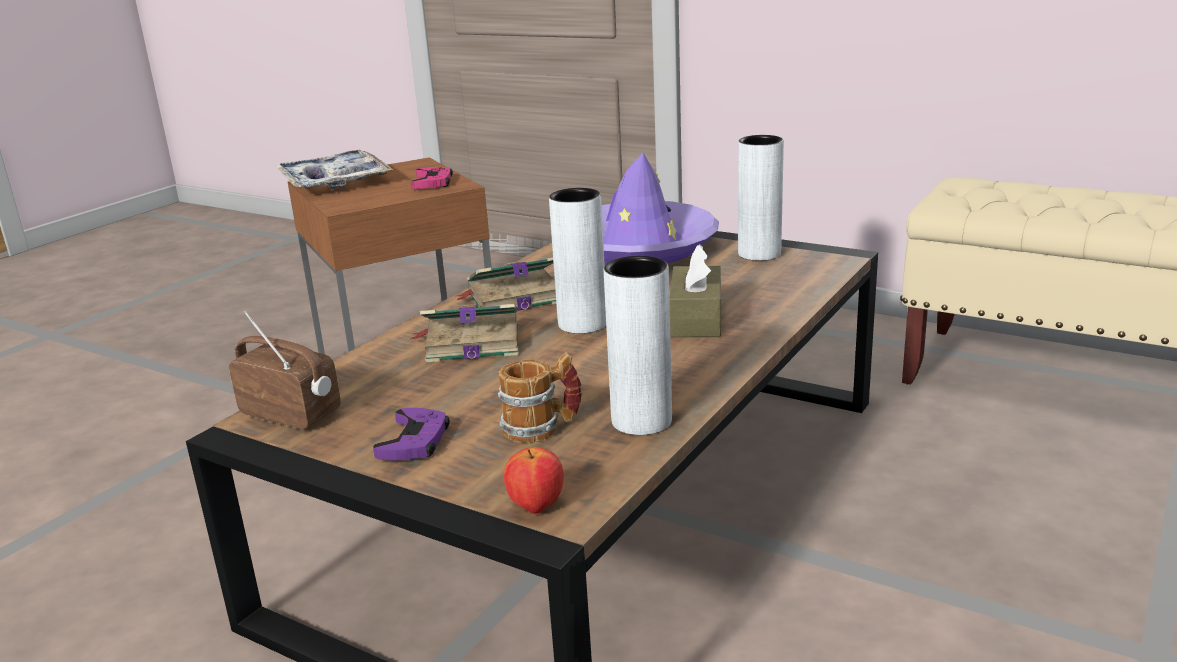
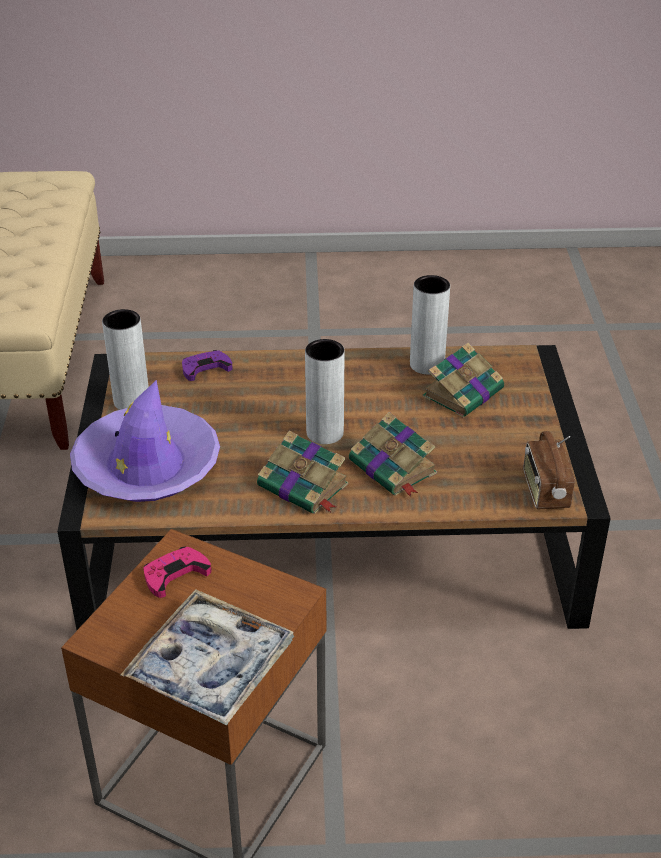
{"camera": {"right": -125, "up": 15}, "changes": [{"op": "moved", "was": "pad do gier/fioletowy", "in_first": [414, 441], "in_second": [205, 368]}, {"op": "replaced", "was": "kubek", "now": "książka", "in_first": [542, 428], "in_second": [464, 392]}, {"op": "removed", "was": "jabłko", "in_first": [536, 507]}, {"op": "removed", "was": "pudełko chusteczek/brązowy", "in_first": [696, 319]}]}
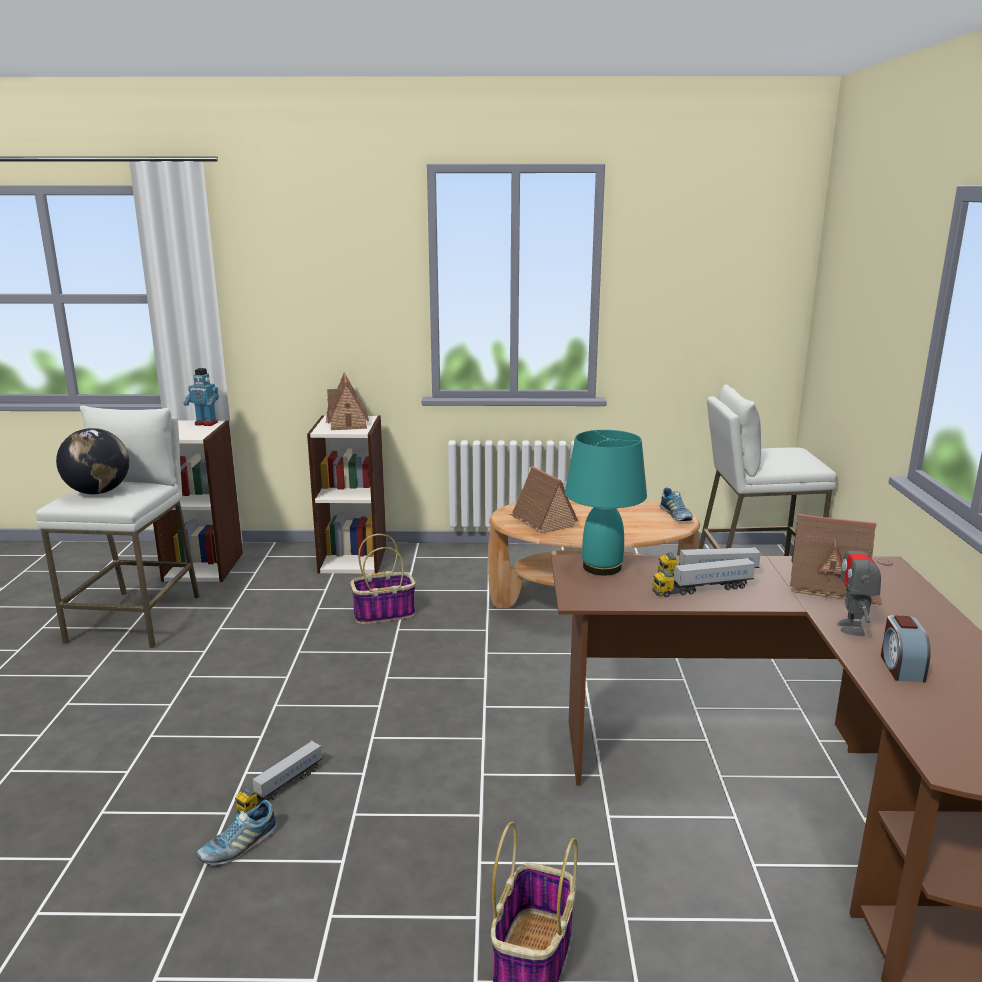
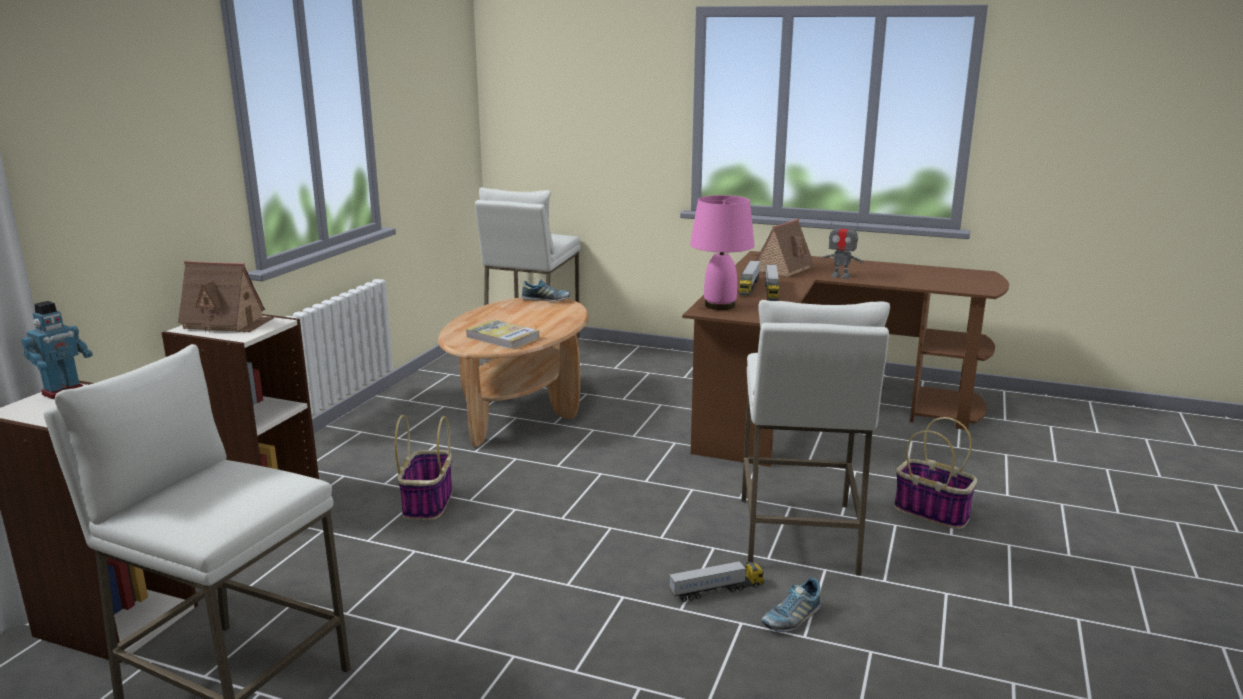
{"camera": {"right": -70, "up": 0}, "changes": [{"op": "removed", "was": "globus", "in_first": [98, 492]}, {"op": "turned", "was": "but", "in_first": [238, 846], "in_second": [791, 618], "clockwise": 75}, {"op": "turned", "was": "ciężarówka zabawkowa", "in_first": [281, 788], "in_second": [716, 591], "clockwise": -75}, {"op": "replaced", "was": "domek", "now": "książka", "in_first": [542, 521], "in_second": [502, 338]}, {"op": "recoloured", "was": "lampa stołowa/turkusowy", "now": "lampa stołowa/różowy", "in_first": [603, 567], "in_second": [720, 305]}, {"op": "removed", "was": "budzik", "in_first": [901, 667]}, {"op": "added", "now": "stołek/biały", "in_second": [798, 535]}]}
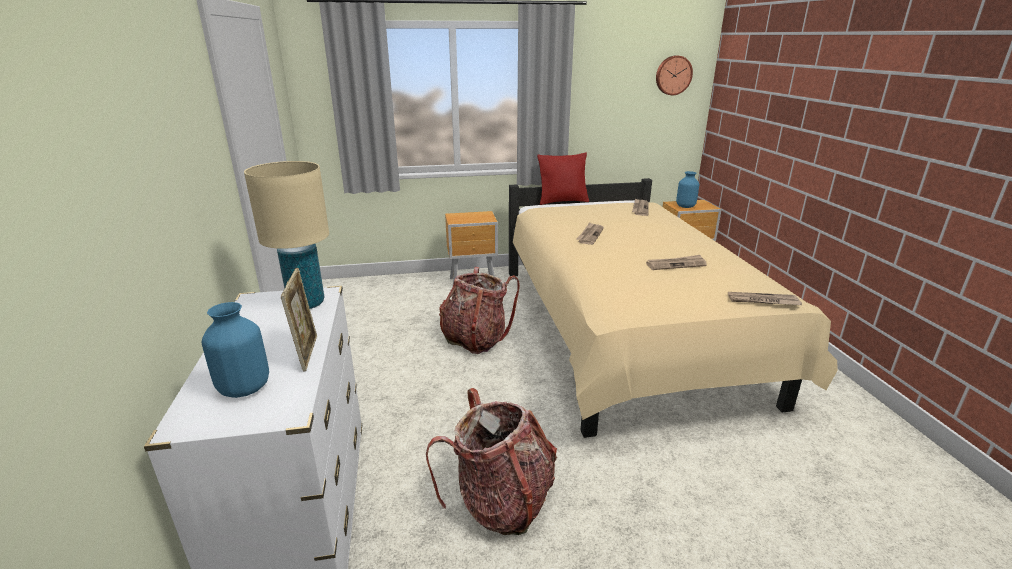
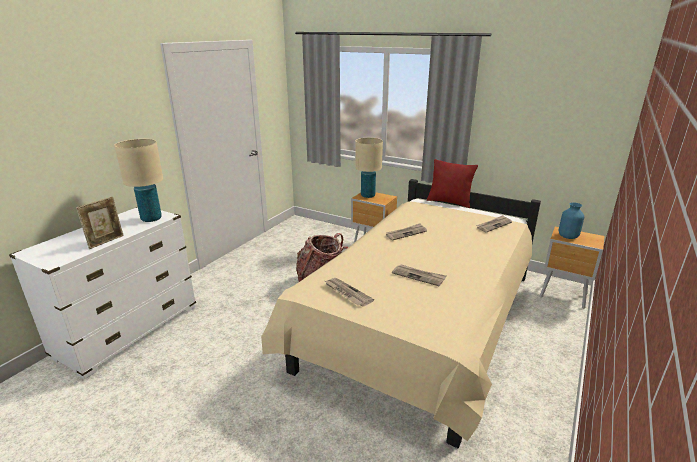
{"camera": {"right": 40, "up": 0}, "changes": [{"op": "removed", "was": "wazon/niebieski", "in_first": [245, 388]}, {"op": "removed", "was": "plecak", "in_first": [501, 502]}, {"op": "removed", "was": "zegar ścienny", "in_first": [673, 75]}, {"op": "moved", "was": "gazeta", "in_first": [762, 301], "in_second": [347, 293]}, {"op": "added", "now": "lampa stołowa/beżowy", "in_second": [368, 195]}]}
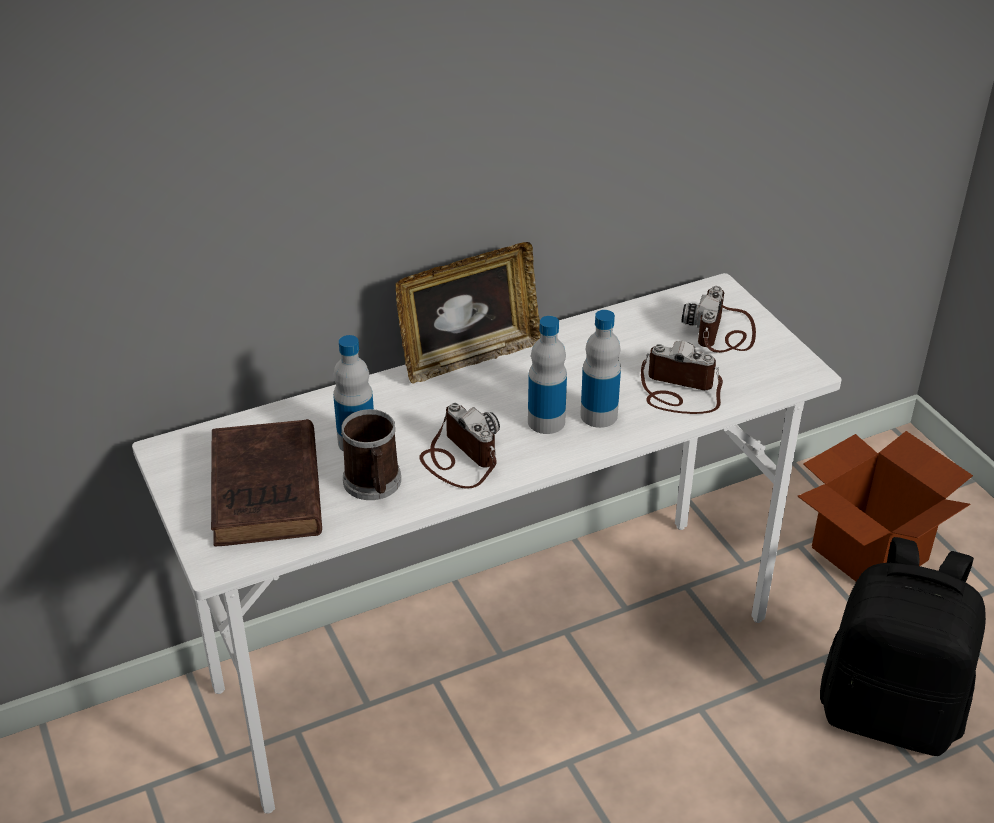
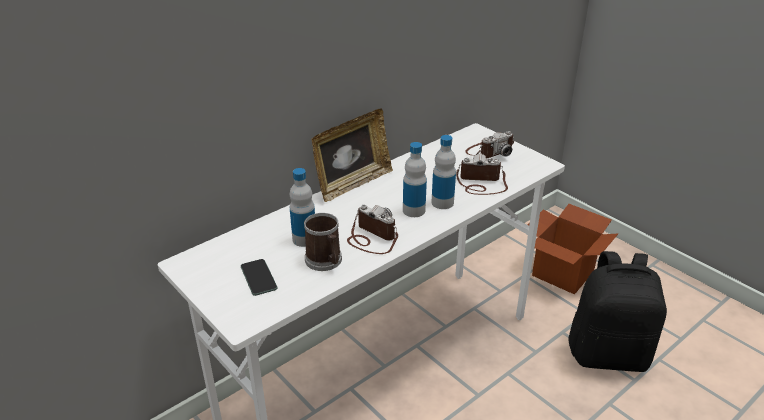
{"camera": {"right": -15, "up": -5}, "changes": [{"op": "replaced", "was": "książka/brązowy", "now": "telefon", "in_first": [266, 493], "in_second": [258, 277]}, {"op": "turned", "was": "aparat fotograficzny", "in_first": [723, 332], "in_second": [489, 151], "clockwise": -120}]}
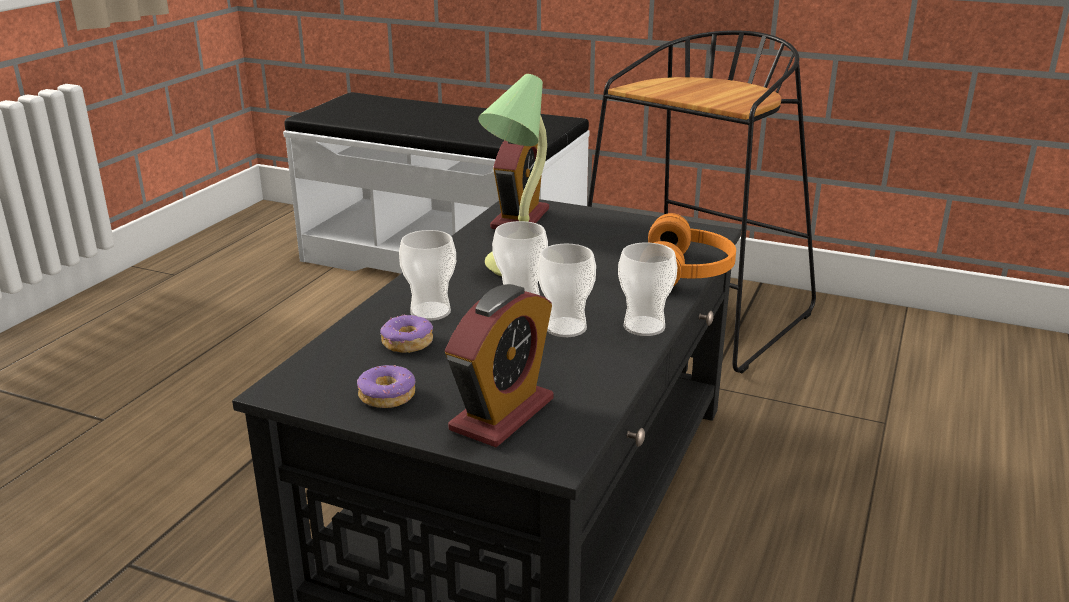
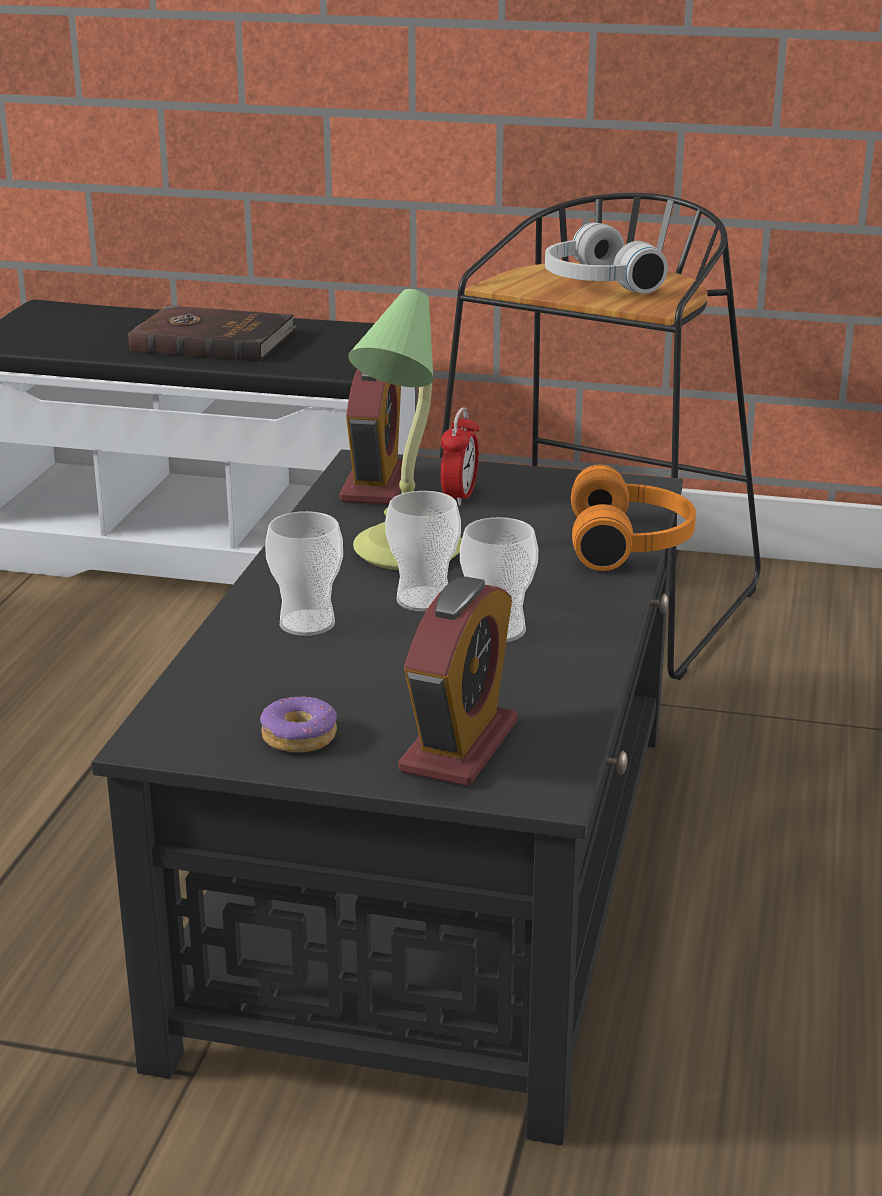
{"camera": {"right": -10, "up": 0}, "changes": [{"op": "removed", "was": "donut", "in_first": [407, 343]}, {"op": "removed", "was": "filiżanka", "in_first": [644, 326]}, {"op": "added", "now": "książka/brązowy", "in_second": [212, 340]}, {"op": "added", "now": "budzik", "in_second": [459, 496]}, {"op": "added", "now": "słuchawki/biały", "in_second": [594, 283]}]}
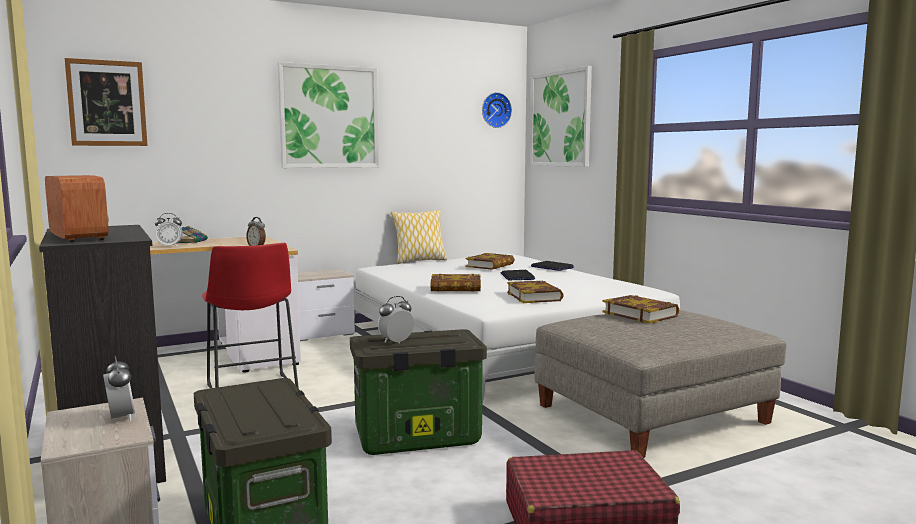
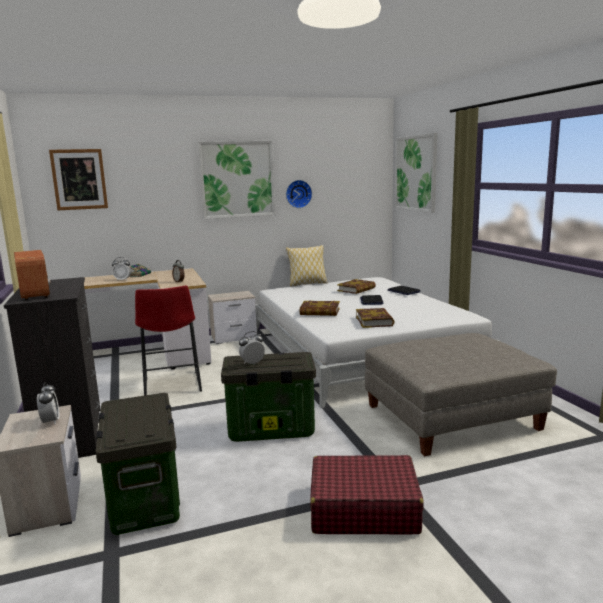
{"camera": {"right": 10, "up": 5}, "changes": [{"op": "moved", "was": "zegar ścienny", "in_first": [495, 110], "in_second": [298, 194]}, {"op": "removed", "was": "książka", "in_first": [640, 314]}]}
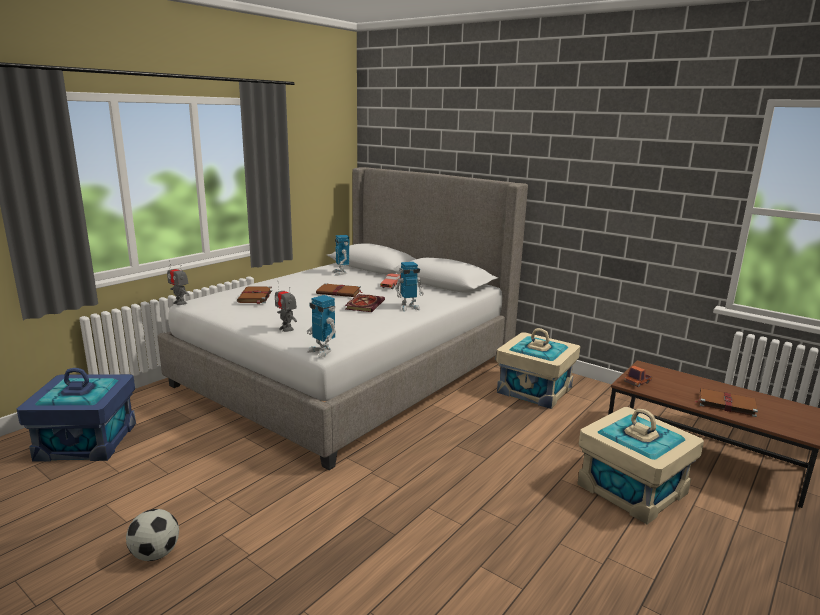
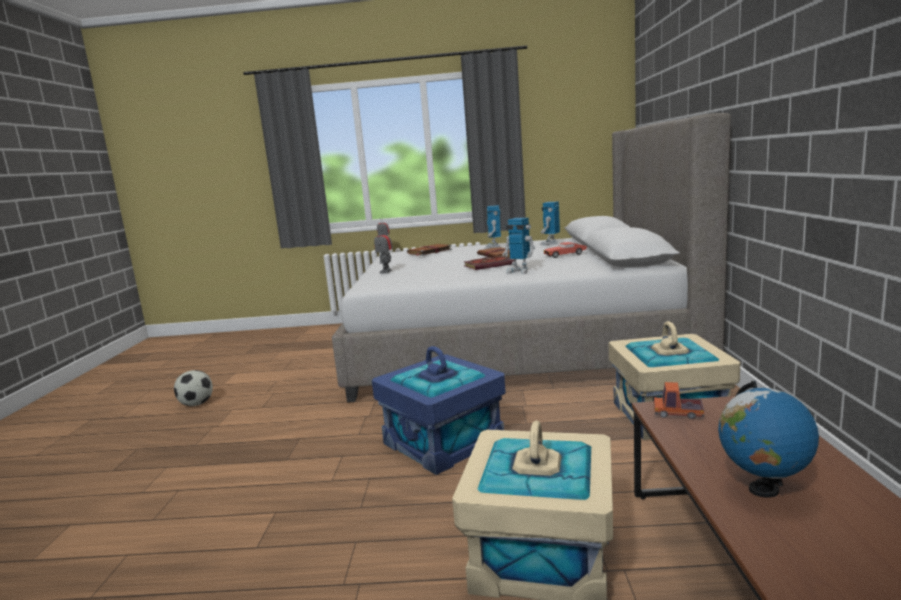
{"camera": {"right": 55, "up": -5}, "changes": [{"op": "moved", "was": "pojemnik do przechowywania/niebieski", "in_first": [87, 441], "in_second": [444, 442]}, {"op": "moved", "was": "robot zabawkowy", "in_first": [322, 351], "in_second": [493, 247]}, {"op": "replaced", "was": "książka/brązowy", "now": "globus", "in_first": [725, 404], "in_second": [763, 490]}]}
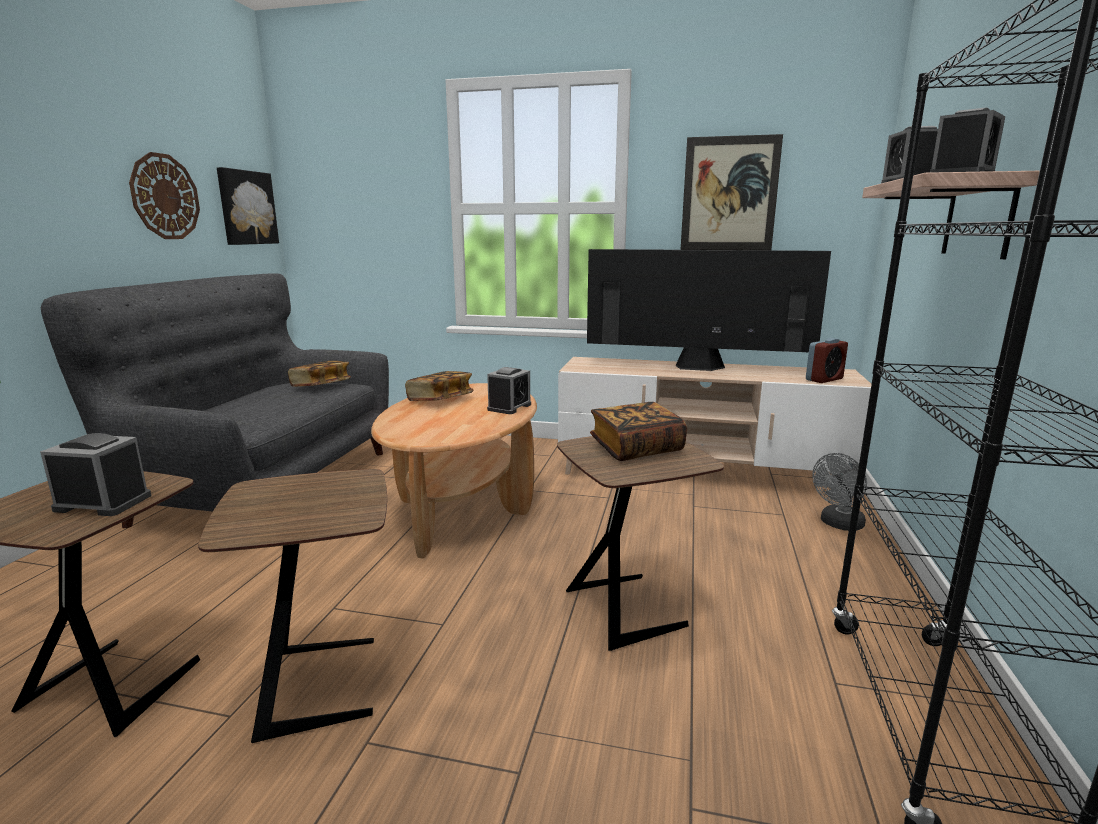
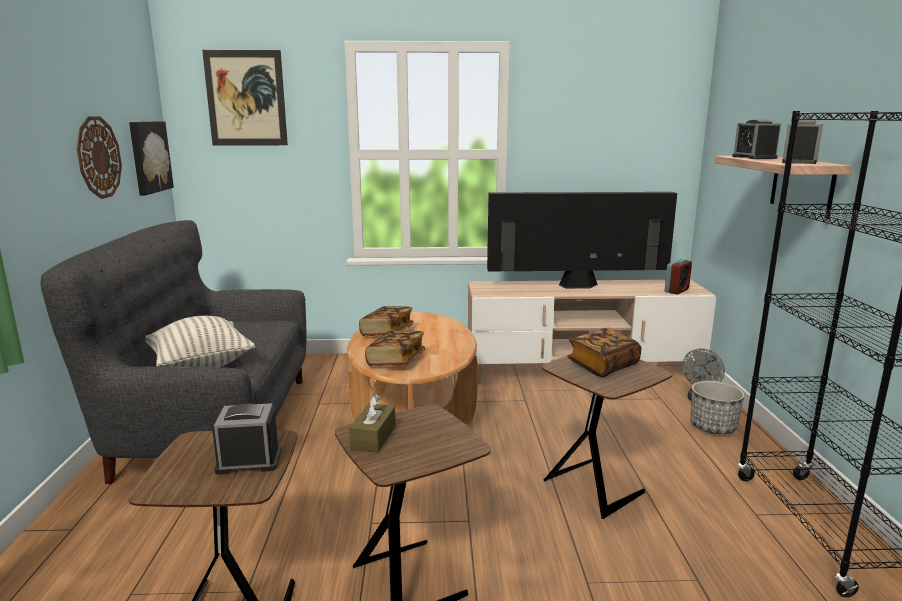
{"camera": {"right": -15, "up": 0}, "changes": [{"op": "moved", "was": "książka", "in_first": [321, 386], "in_second": [396, 361]}, {"op": "removed", "was": "budzik", "in_first": [509, 407]}, {"op": "moved", "was": "obraz", "in_first": [729, 194], "in_second": [246, 98]}, {"op": "added", "now": "poduszka", "in_second": [201, 365]}, {"op": "added", "now": "pudełko chusteczek/brązowy", "in_second": [373, 437]}, {"op": "added", "now": "donica", "in_second": [713, 427]}]}
